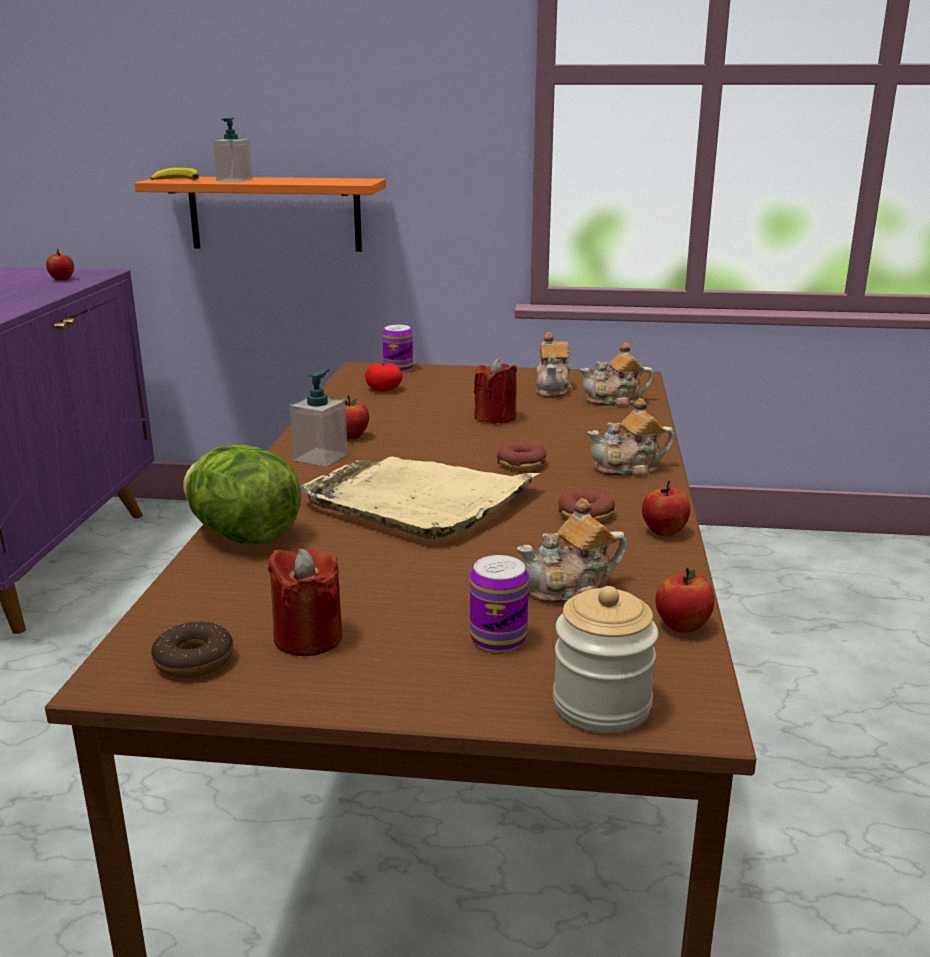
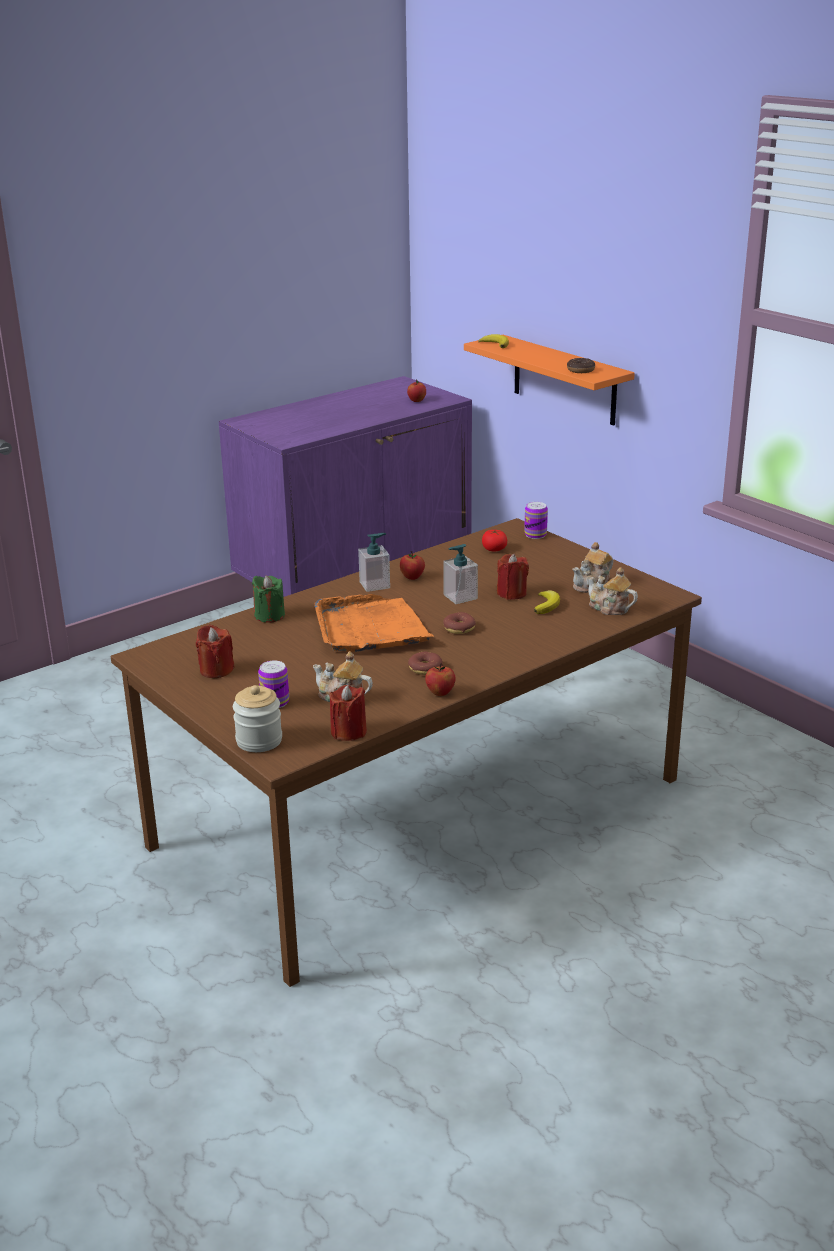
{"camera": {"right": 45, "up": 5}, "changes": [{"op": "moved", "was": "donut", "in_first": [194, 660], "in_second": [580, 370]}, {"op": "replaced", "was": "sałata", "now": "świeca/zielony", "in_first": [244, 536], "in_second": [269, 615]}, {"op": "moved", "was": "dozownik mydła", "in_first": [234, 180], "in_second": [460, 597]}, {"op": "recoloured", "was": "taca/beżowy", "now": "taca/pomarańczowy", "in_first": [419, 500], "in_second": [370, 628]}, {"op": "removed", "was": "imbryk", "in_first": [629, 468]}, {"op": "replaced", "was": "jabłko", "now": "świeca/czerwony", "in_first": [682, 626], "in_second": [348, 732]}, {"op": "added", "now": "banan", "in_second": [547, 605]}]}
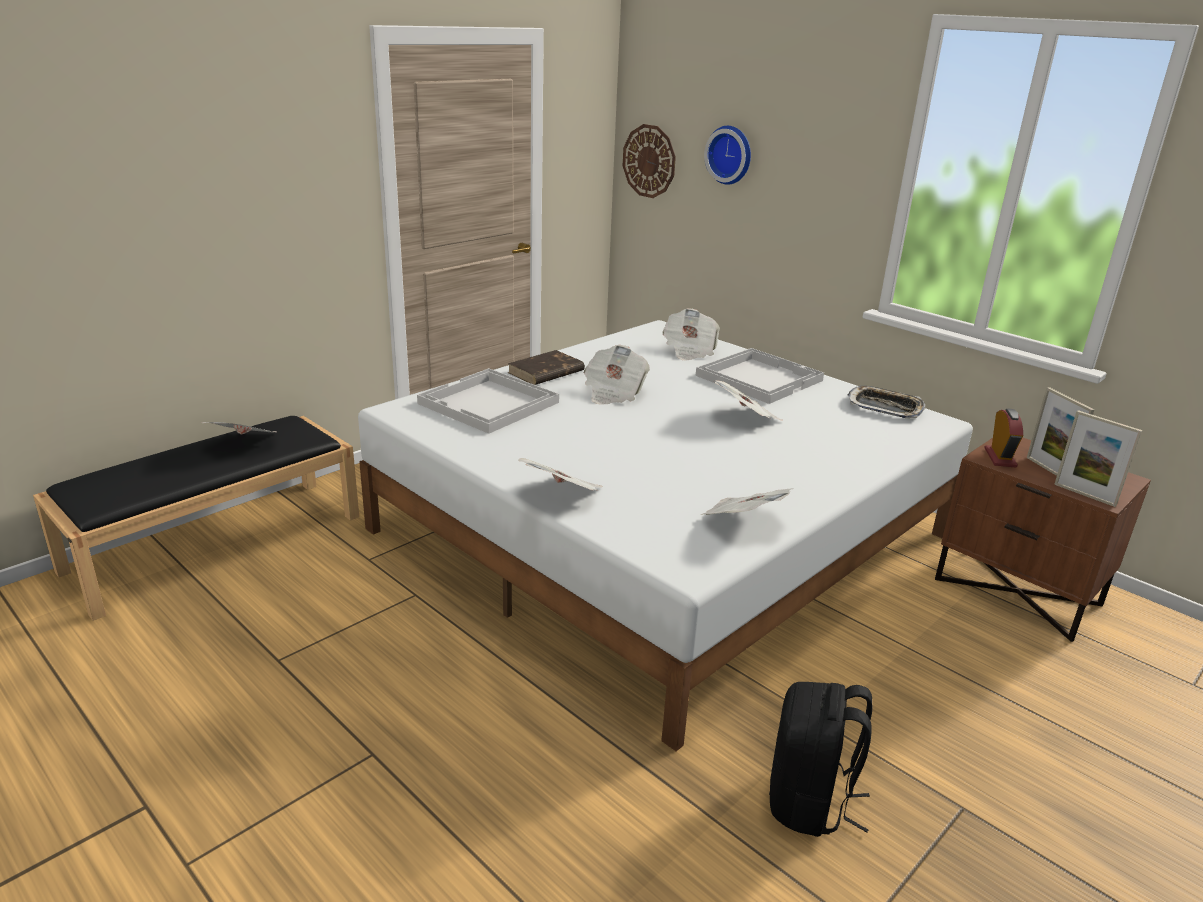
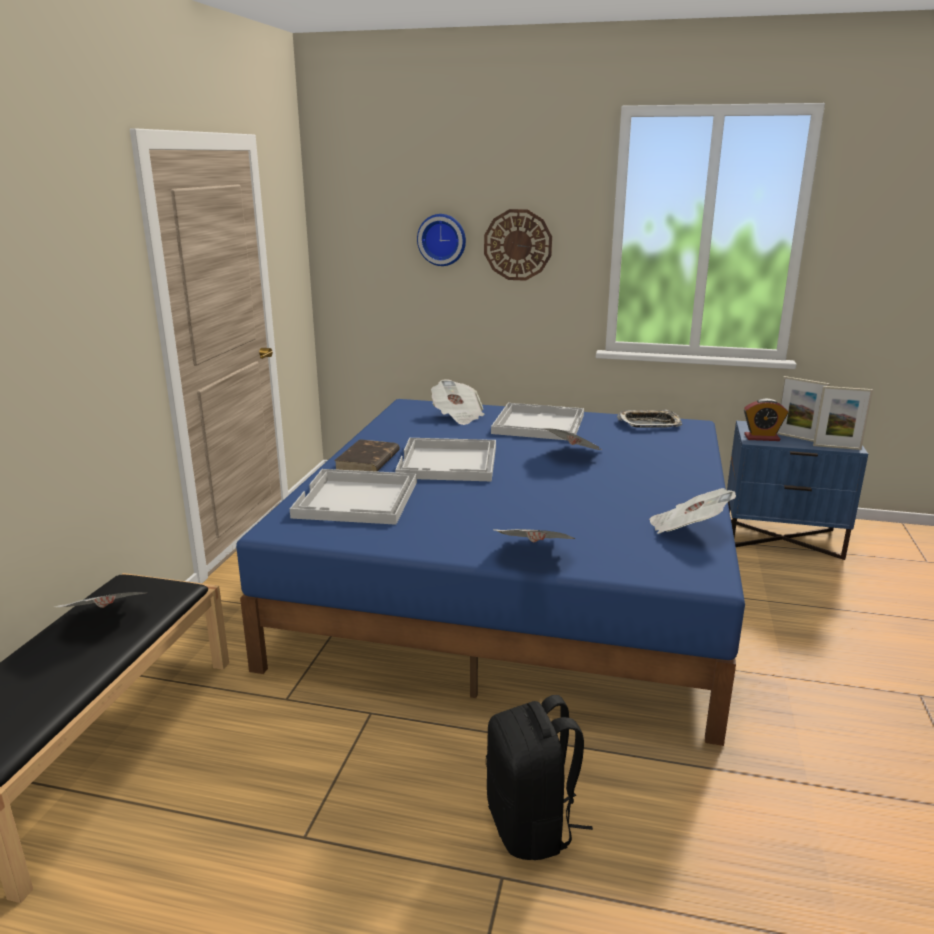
{"camera": {"right": -30, "up": -5}, "changes": [{"op": "recoloured", "was": "łóżko/biały", "now": "łóżko/niebieski", "in_first": [662, 533], "in_second": [517, 580]}, {"op": "replaced", "was": "gazeta", "now": "taca/biały", "in_first": [613, 392], "in_second": [449, 462]}, {"op": "moved", "was": "zegar ścienny", "in_first": [649, 161], "in_second": [518, 245]}, {"op": "moved", "was": "plecak/czarny", "in_first": [809, 802], "in_second": [532, 826]}, {"op": "recoloured", "was": "szafka nocna/brązowy", "now": "szafka nocna/niebieski", "in_first": [1018, 591], "in_second": [782, 538]}, {"op": "turned", "was": "budzik", "in_first": [1000, 458], "in_second": [761, 438], "clockwise": 120}]}
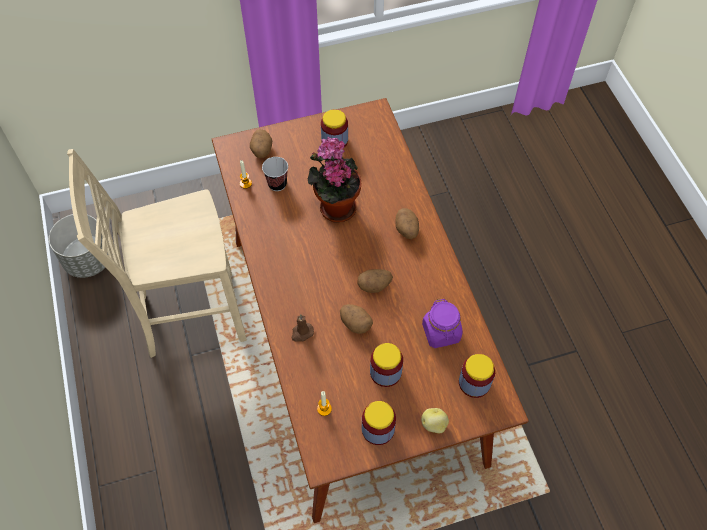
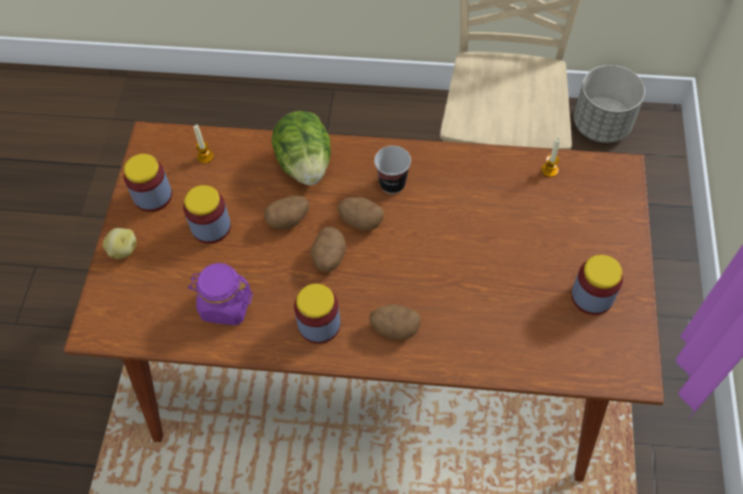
{"camera": {"right": 115, "up": 0}, "changes": [{"op": "moved", "was": "ziemniak", "in_first": [261, 151], "in_second": [361, 221]}, {"op": "moved", "was": "filiżanka", "in_first": [277, 184], "in_second": [392, 184]}, {"op": "replaced", "was": "świeca/brązowy", "now": "sałata", "in_first": [302, 333], "in_second": [305, 164]}, {"op": "removed", "was": "roślina doniczkowa", "in_first": [335, 206]}, {"op": "moved", "was": "słoik", "in_first": [474, 383], "in_second": [319, 324]}]}
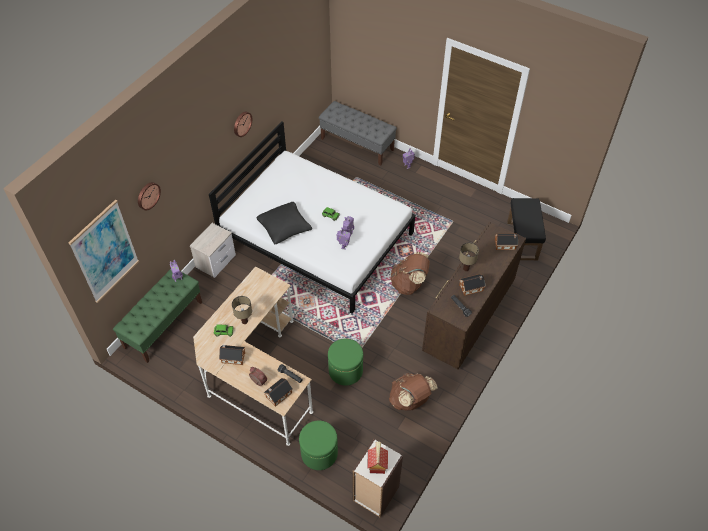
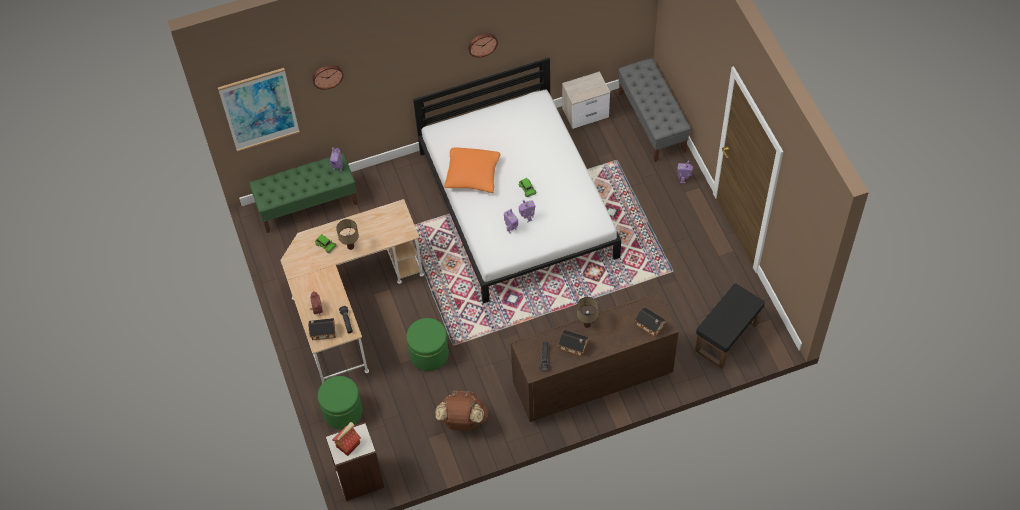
{"camera": {"right": 40, "up": 5}, "changes": [{"op": "moved", "was": "szafka nocna", "in_first": [216, 261], "in_second": [586, 113]}, {"op": "removed", "was": "domek", "in_first": [232, 357]}, {"op": "recoloured", "was": "poduszka/czarny", "now": "poduszka/pomarańczowy", "in_first": [284, 228], "in_second": [472, 175]}, {"op": "removed", "was": "plecak/brązowy", "in_first": [409, 284]}]}
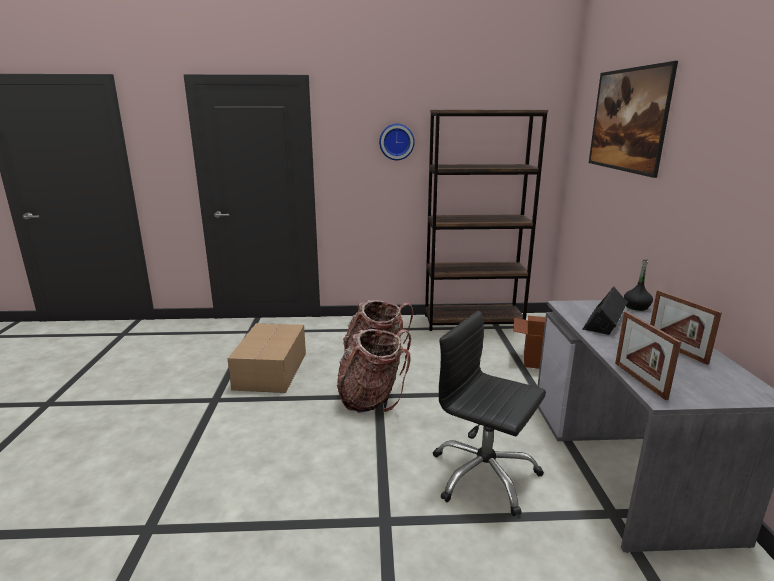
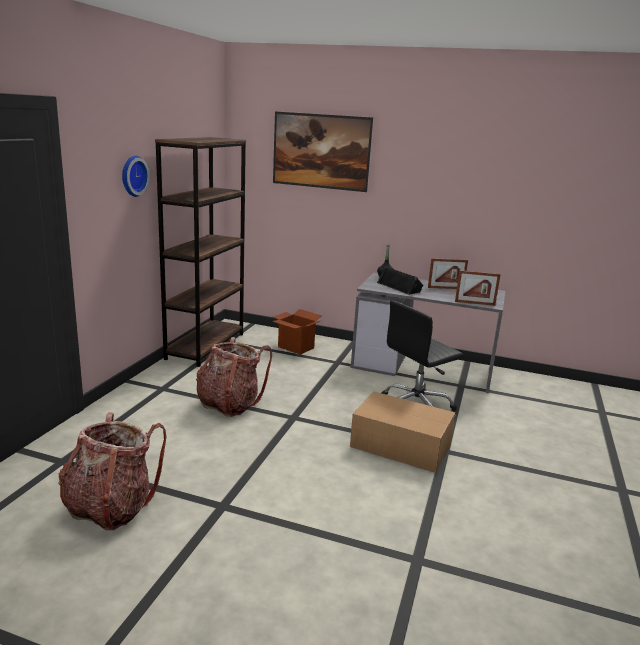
{"camera": {"right": -70, "up": 0}, "changes": [{"op": "moved", "was": "karton", "in_first": [272, 370], "in_second": [399, 445]}, {"op": "moved", "was": "plecak", "in_first": [372, 399], "in_second": [111, 507]}]}
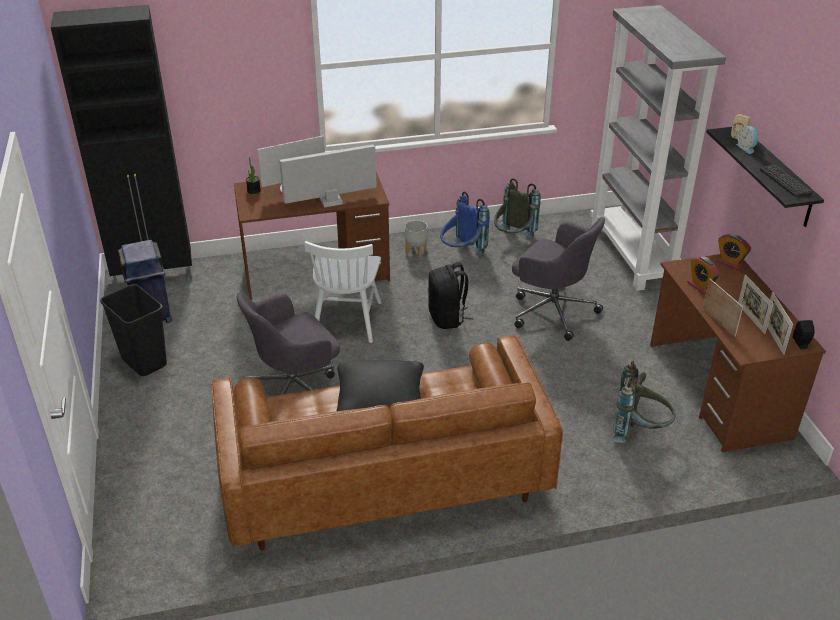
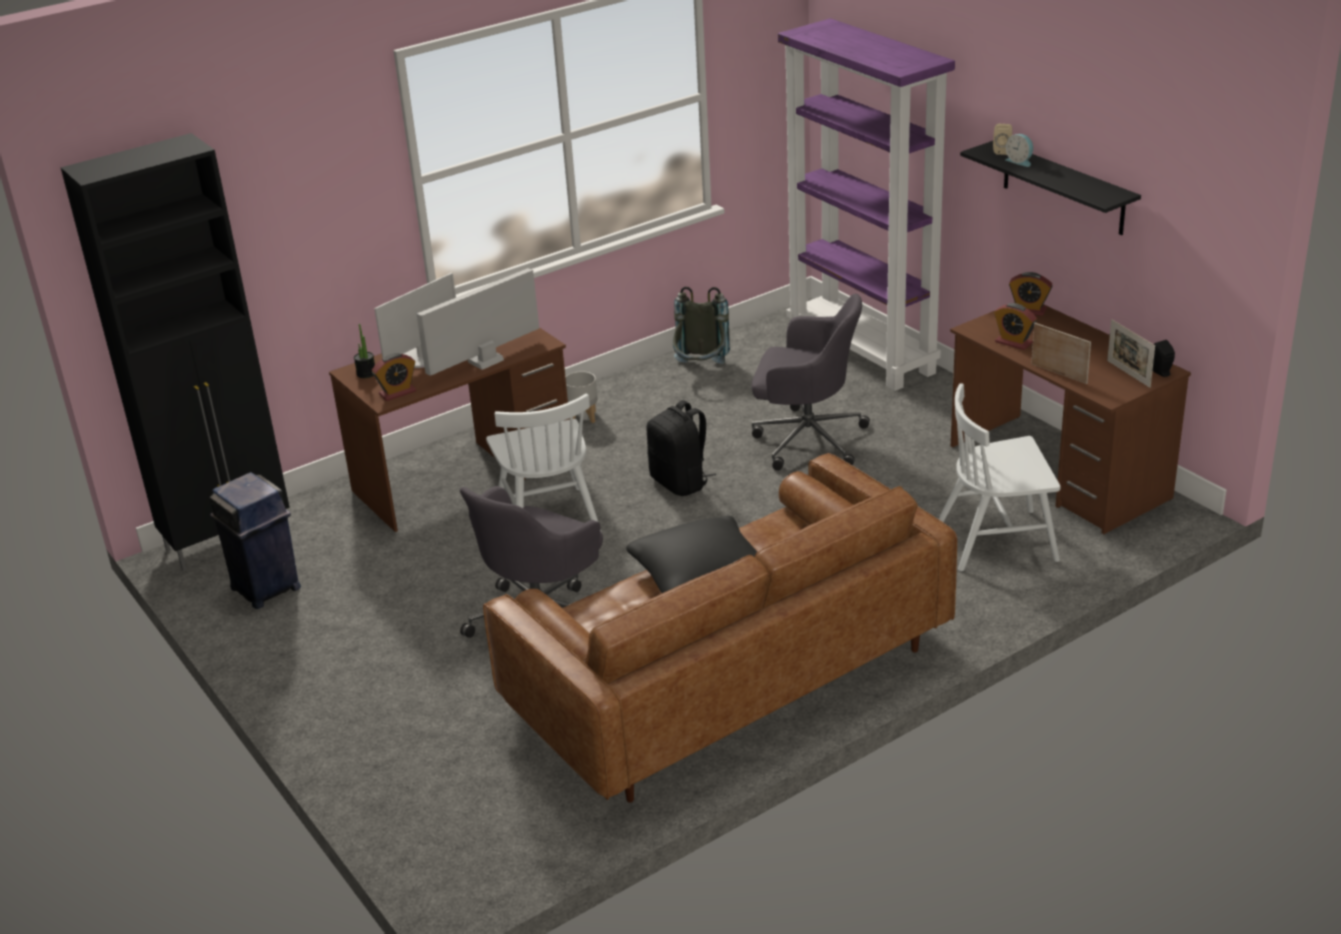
{"camera": {"right": -20, "up": -5}, "changes": [{"op": "removed", "was": "kosz na śmieci/czarny", "in_first": [143, 362]}, {"op": "removed", "was": "plecak/niebieski", "in_first": [461, 253]}, {"op": "recoloured", "was": "regał/szary", "now": "regał/fioletowy", "in_first": [632, 255], "in_second": [863, 352]}, {"op": "replaced", "was": "plecak/szary", "now": "krzesło/biały", "in_first": [639, 431], "in_second": [997, 540]}, {"op": "removed", "was": "ramka na zdjęcie", "in_first": [751, 318]}, {"op": "removed", "was": "klawiatura", "in_first": [785, 181]}, {"op": "added", "now": "budzik", "in_second": [397, 393]}]}
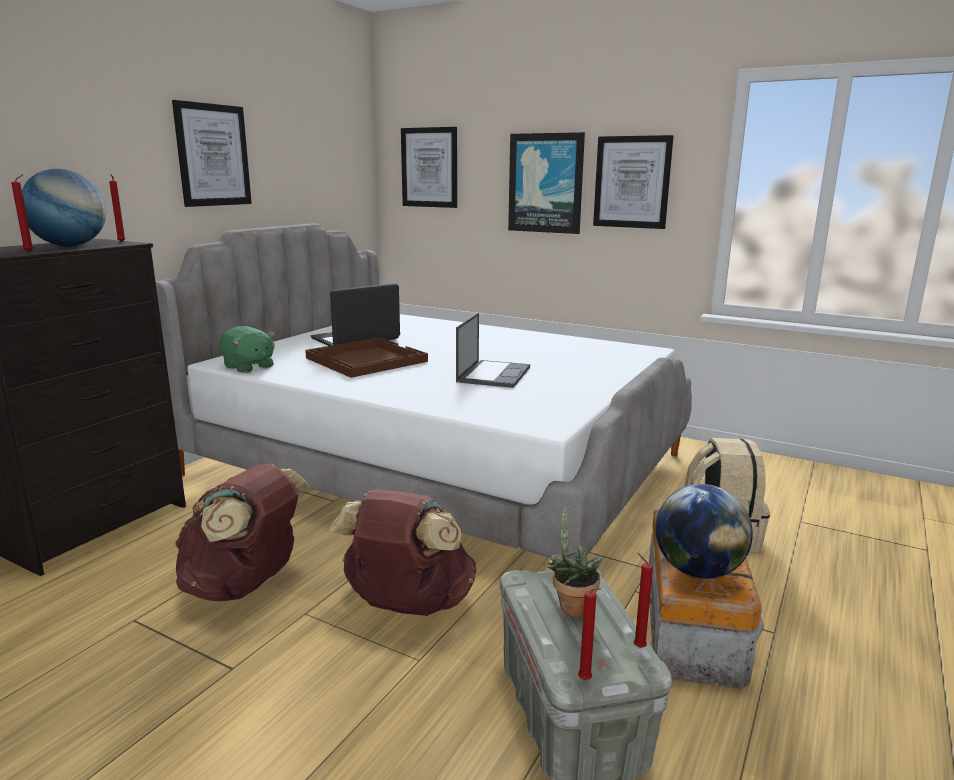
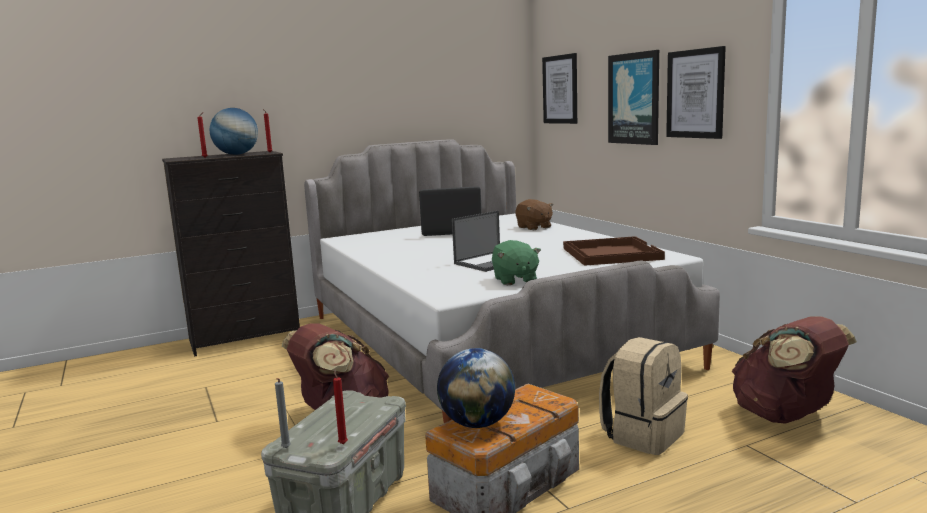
{"camera": {"right": 35, "up": -5}, "changes": [{"op": "removed", "was": "obraz", "in_first": [213, 155]}, {"op": "moved", "was": "plecak/brązowy", "in_first": [245, 585], "in_second": [785, 416]}, {"op": "moved", "was": "pluszak/zielony", "in_first": [248, 367], "in_second": [514, 280]}, {"op": "moved", "was": "taca/brązowy", "in_first": [365, 360], "in_second": [610, 253]}, {"op": "removed", "was": "roślina doniczkowa", "in_first": [571, 605]}, {"op": "recoloured", "was": "świeca/czerwony", "now": "świeca/szary", "in_first": [586, 681], "in_second": [285, 449]}, {"op": "added", "now": "pluszak/brązowy", "in_second": [534, 227]}]}
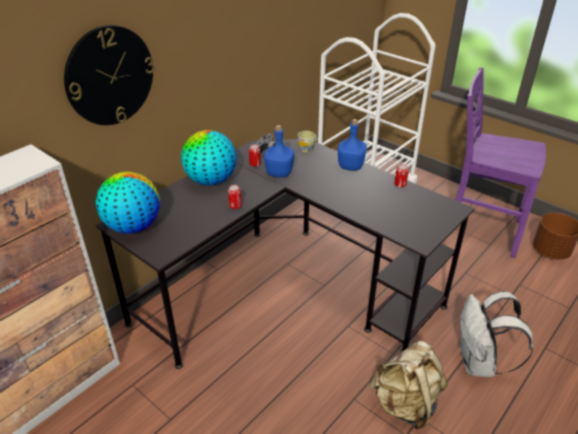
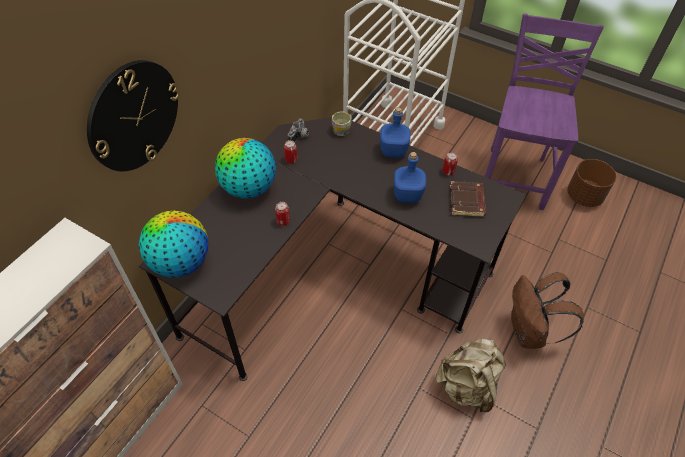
{"camera": {"right": -10, "up": 15}, "changes": [{"op": "moved", "was": "butelka/niebieski", "in_first": [279, 173], "in_second": [407, 195]}, {"op": "turned", "was": "krzesło/fioletowy", "in_first": [480, 229], "in_second": [515, 177], "clockwise": 90}, {"op": "recoloured", "was": "plecak/biały", "now": "plecak/brązowy", "in_first": [479, 363], "in_second": [529, 332]}, {"op": "added", "now": "książka/brązowy", "in_second": [467, 202]}]}
